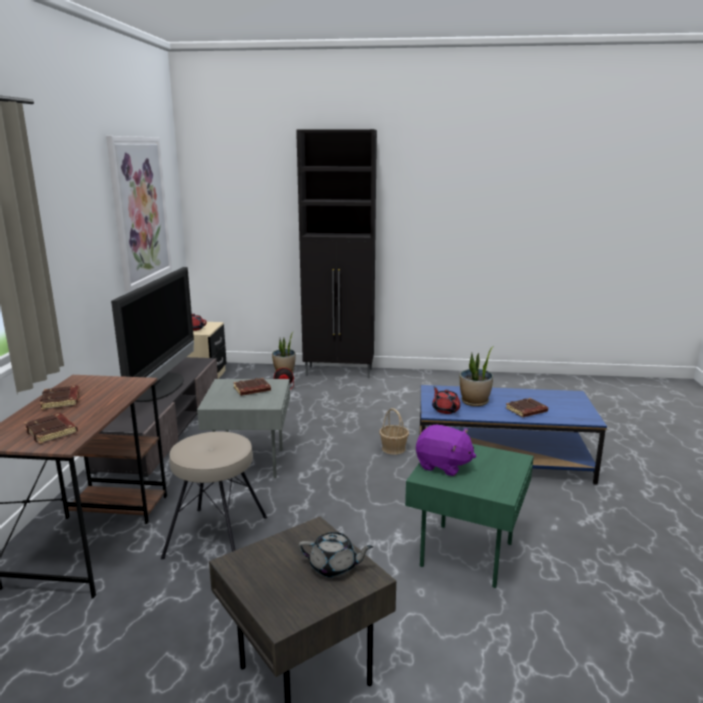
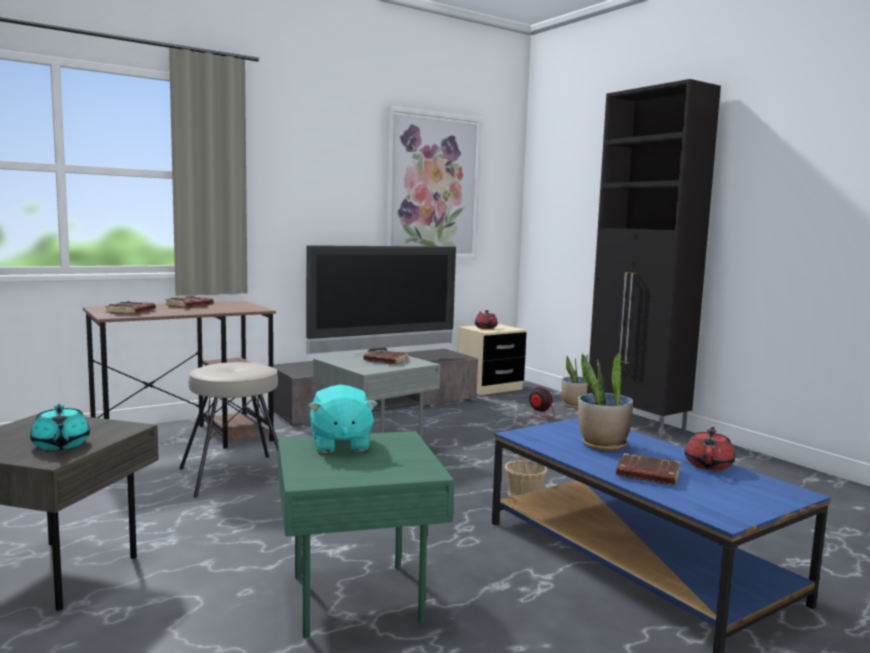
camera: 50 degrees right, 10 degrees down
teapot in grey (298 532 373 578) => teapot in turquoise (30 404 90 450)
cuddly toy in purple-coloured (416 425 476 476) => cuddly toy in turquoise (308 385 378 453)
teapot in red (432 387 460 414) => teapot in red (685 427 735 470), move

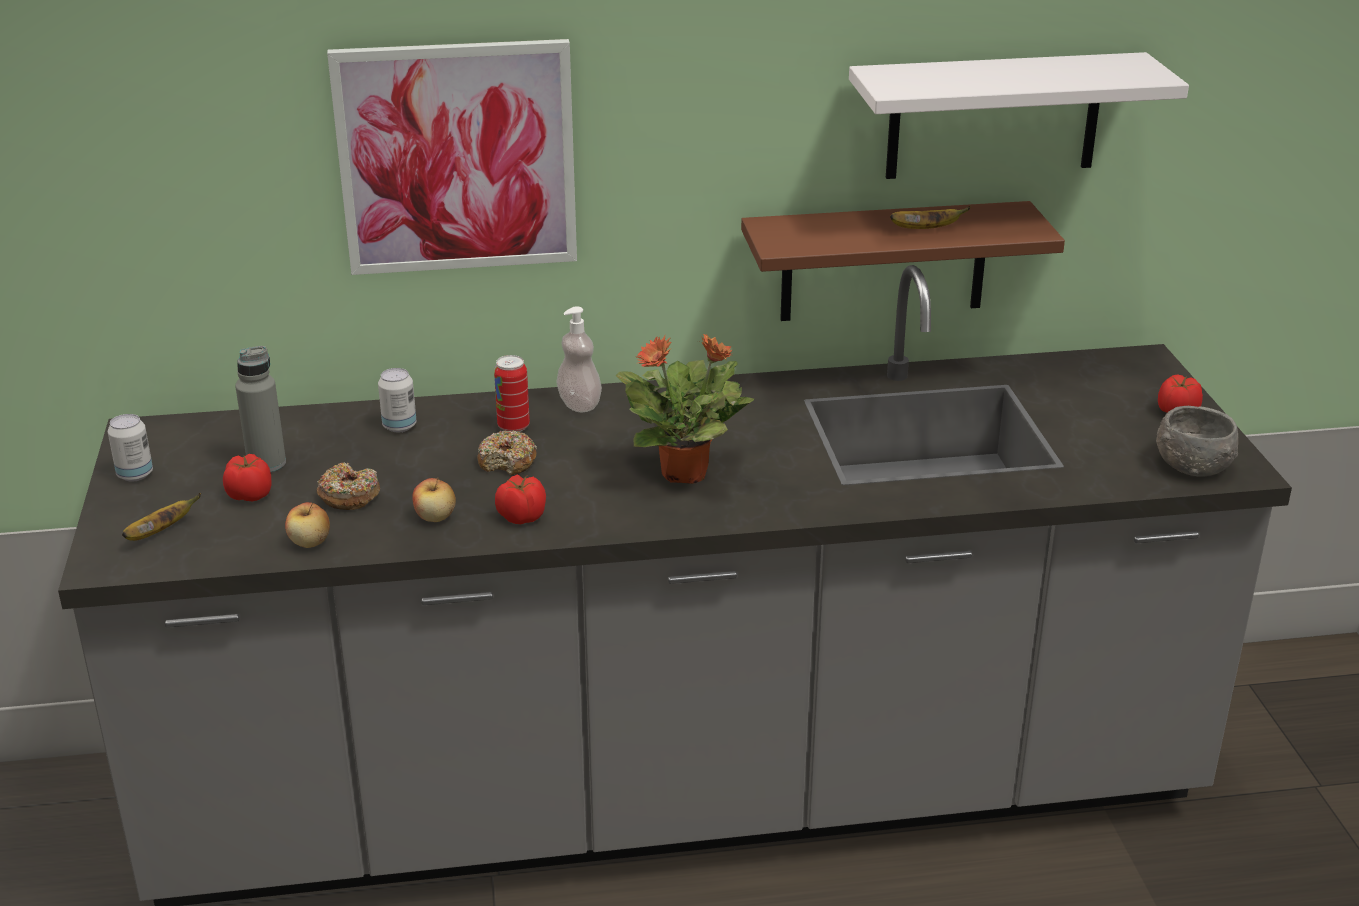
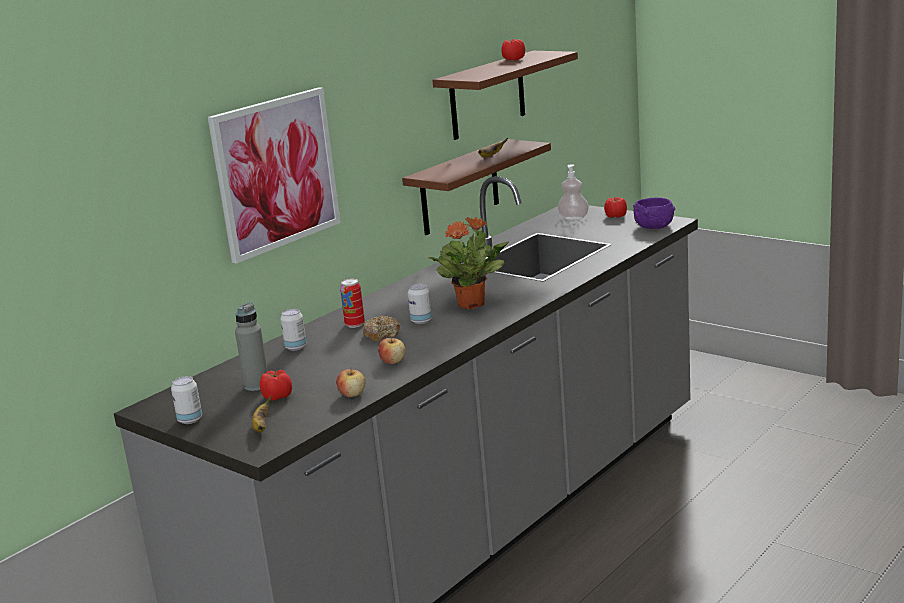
camera: 40 degrees left, 10 degrees down
doughnut (317 463 380 510) => nothing
fresh tomato (495 474 546 524) => fresh tomato (501 39 525 61), move
soap dispenser (556 306 602 412) => soap dispenser (558 164 589 220), move
wall shelf in white (849 52 1189 179) => wall shelf in brownish (432 51 578 140)
deep dish in grey (1156 406 1238 477) => deep dish in purple-coloured (633 197 675 229)
nothing => metal can (408 284 432 324)

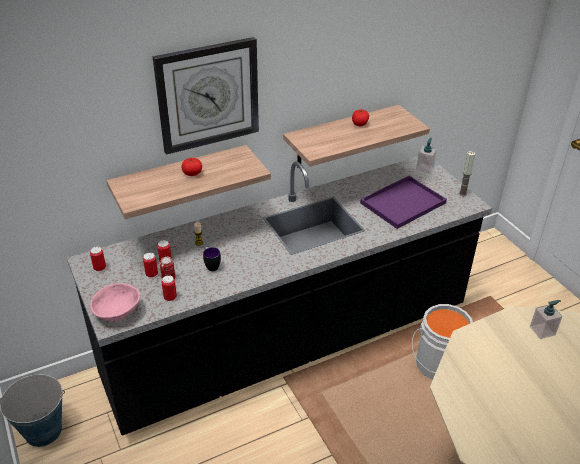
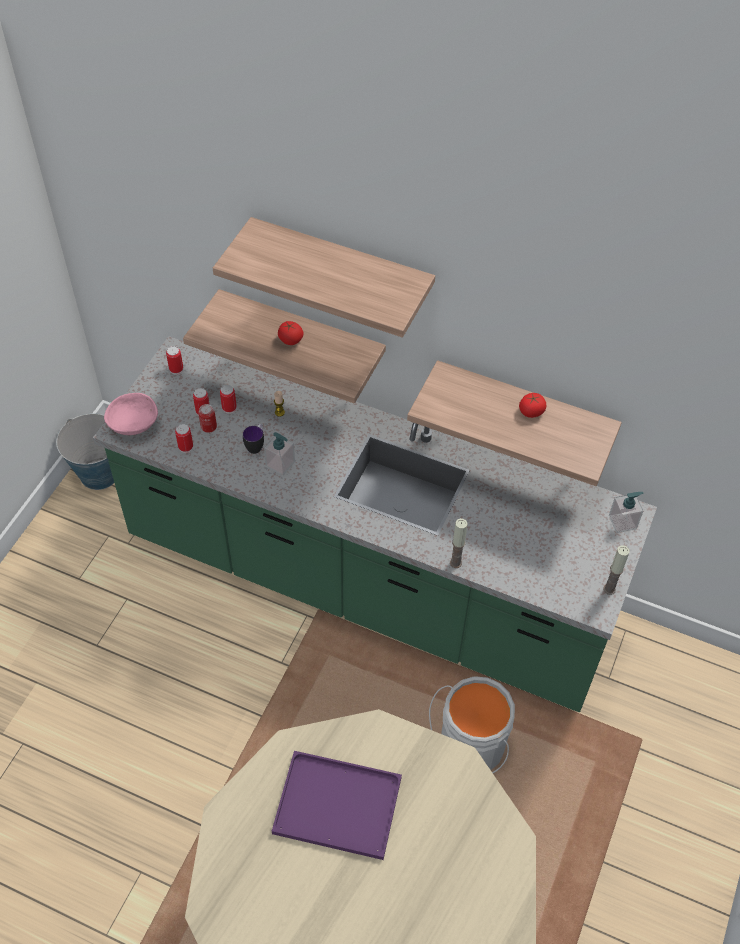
camera: 50 degrees right, 15 degrees up
counter in black (67 157 492 436) => counter in greenish (93 336 657 712)
clock on the wall (152 37 259 155) => wall shelf (213 217 435 338)
tray in purple-coloured (360 176 447 229) => tray in purple-coloured (272 751 402 860), move
soap dispenser (530 300 562 339) => soap dispenser (264 432 295 476), move
nothing => wax light (450 518 467 568)

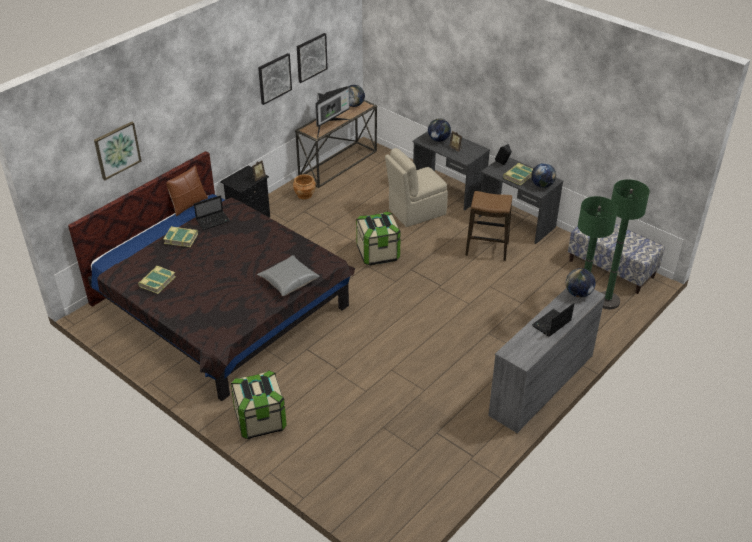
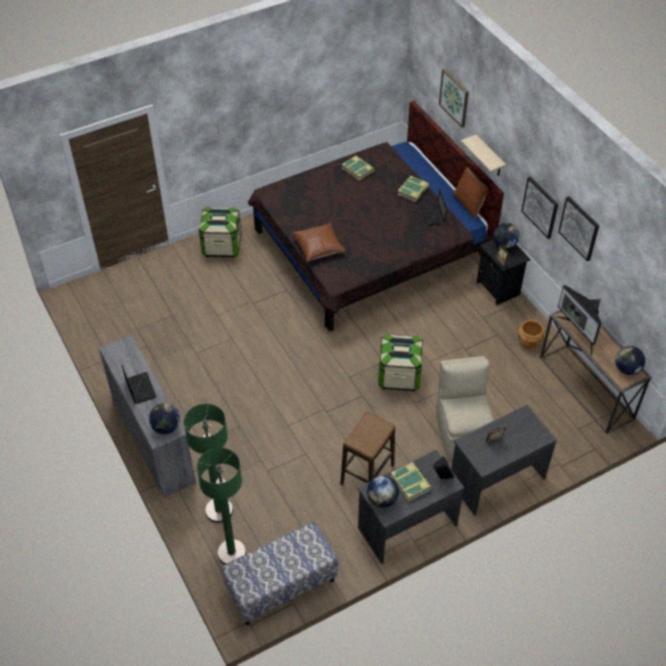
camera: 110 degrees right, 10 degrees up
pillow in grey (257 255 320 296) => pillow in brownish (293 223 346 261)
picture (297 33 328 83) => picture (521 177 558 239), move
world globe (428 118 451 142) => world globe (493 223 519 249), move
nothing => wall shelf in sand-coloured (461 135 506 176)

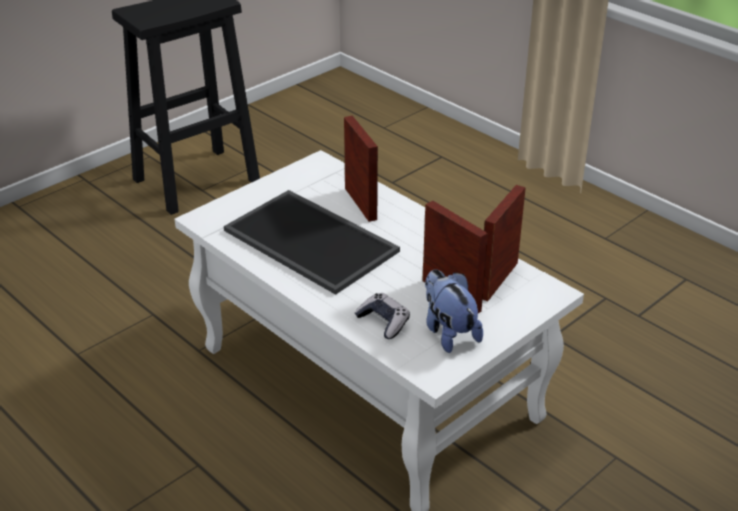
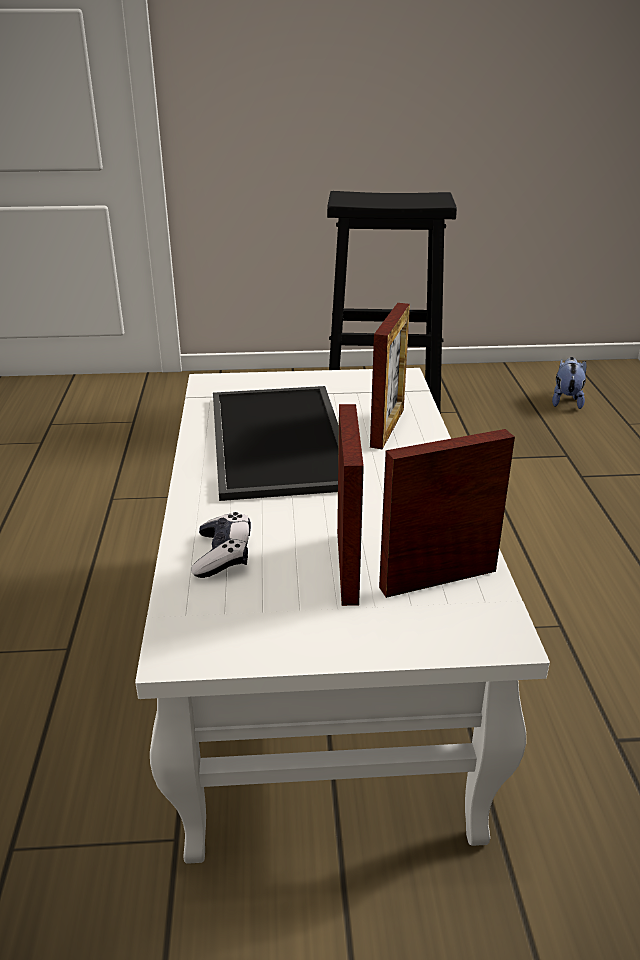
camera: 40 degrees right, 5 degrees down
cuddly toy (425 269 483 353) => cuddly toy (552 357 586 409), move

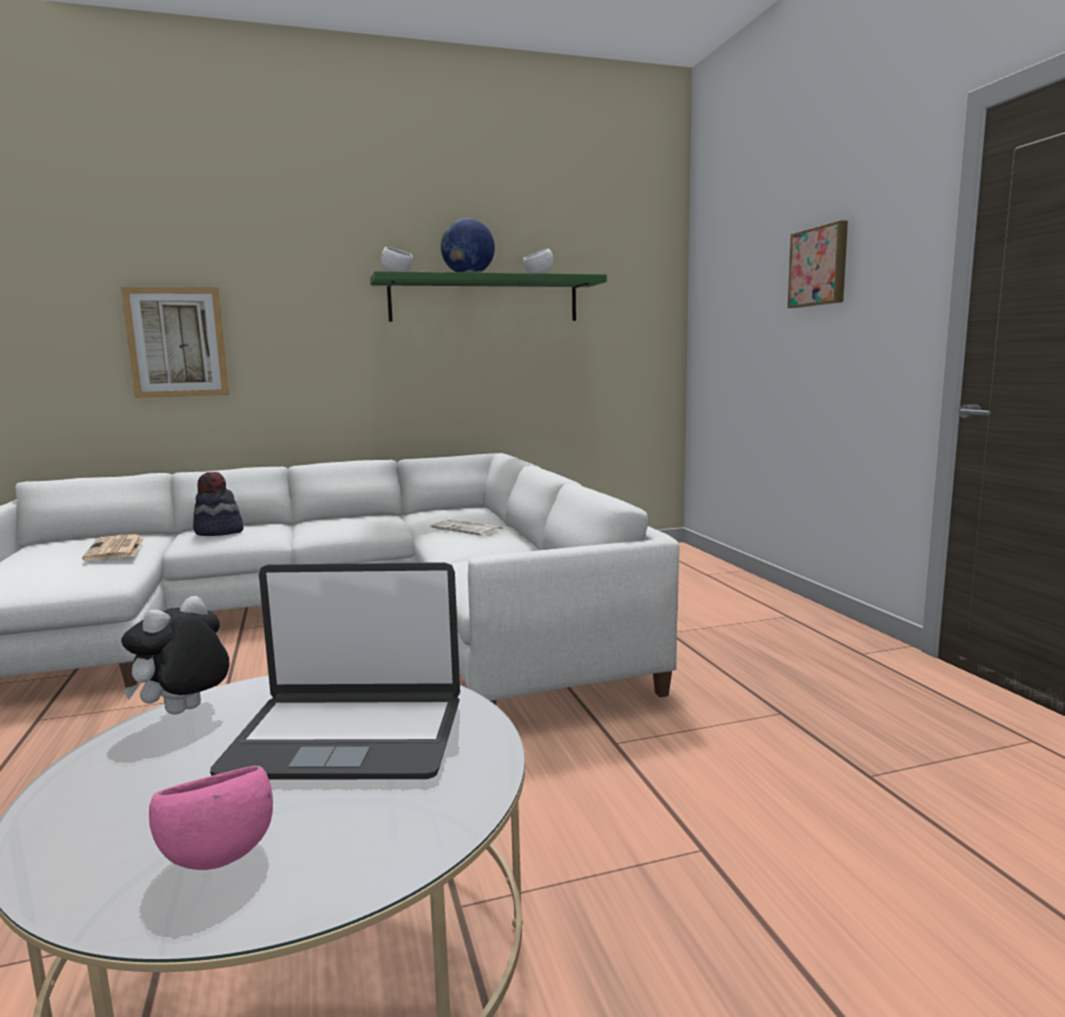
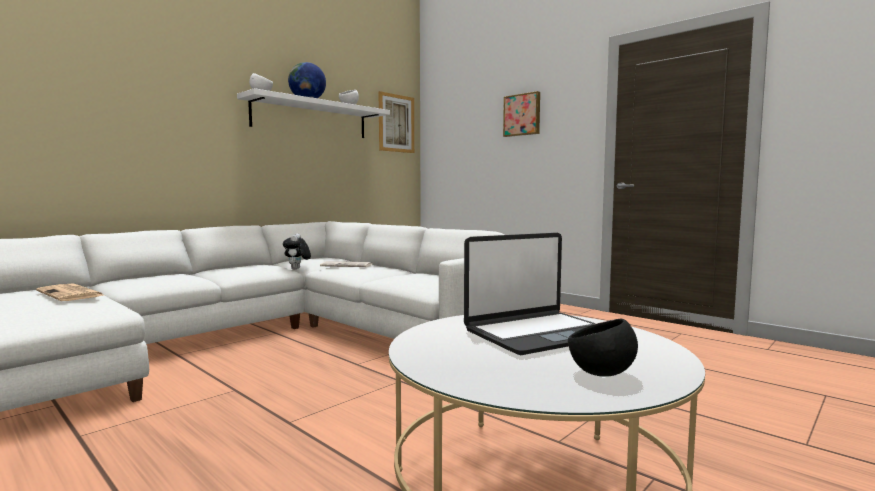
camera: 30 degrees left, 5 degrees down
picture (121 287 229 398) => picture (379 91 414 153), move
cuddly toy (121 596 230 715) => cuddly toy (283 234 311 270), move
deep dish in pinkish (149 766 273 870) => deep dish in black (568 319 638 377)
hat (193 472 244 536) => nothing
wall shelf in greenish (370 271 607 322) => wall shelf in white (237 88 390 138)

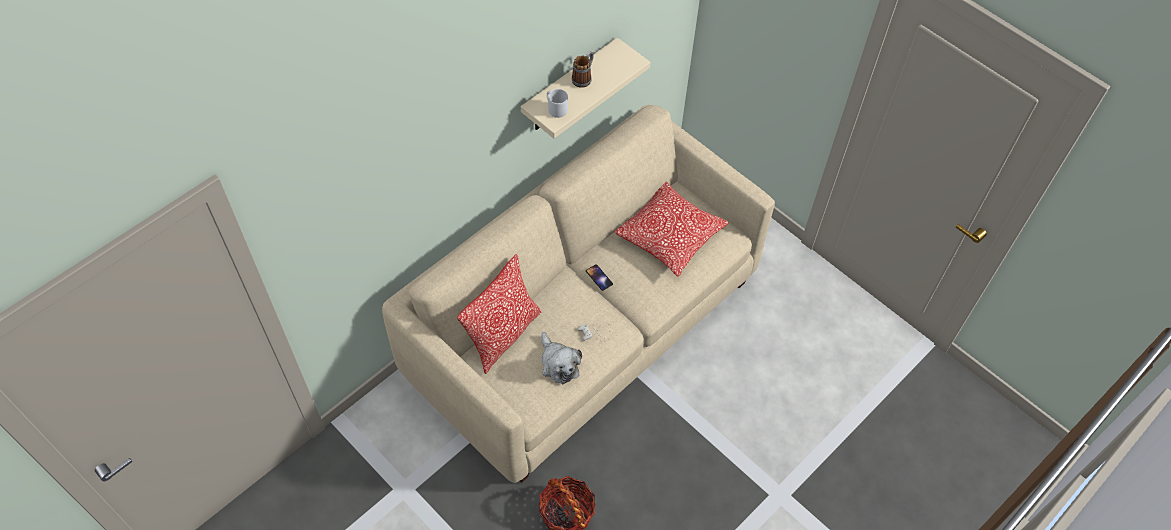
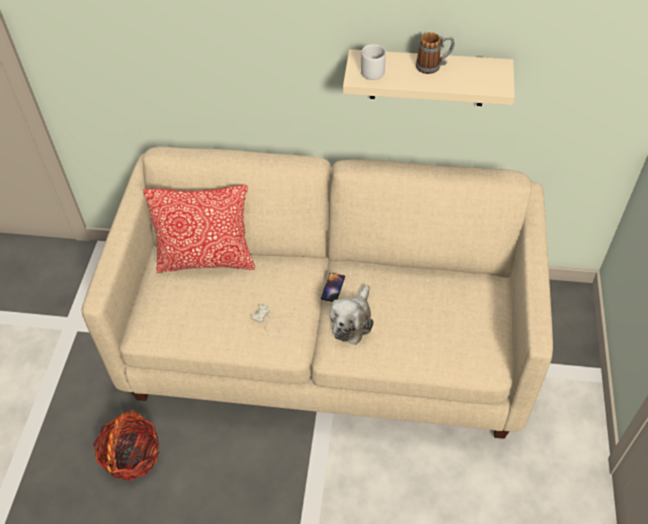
camera: 55 degrees right, 5 degrees down
cuddly toy (541 332 582 384) => cuddly toy (330 285 374 345), move
pillow (614 181 728 277) => nothing

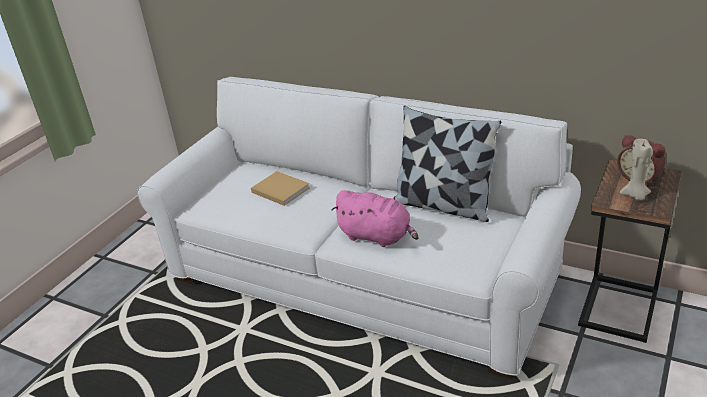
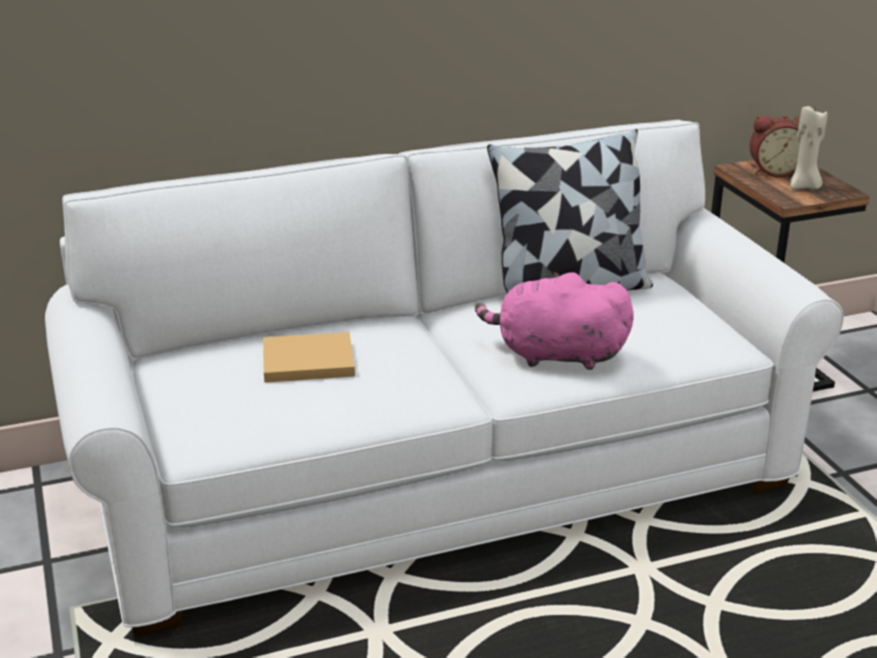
camera: 50 degrees left, 5 degrees down
cuddly toy in pinkish (332 190 419 247) => cuddly toy in pinkish (475 272 634 370), 150 degrees counterclockwise

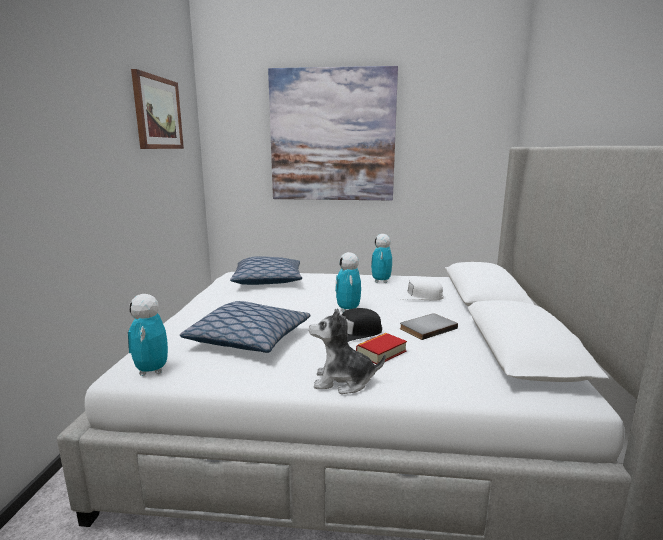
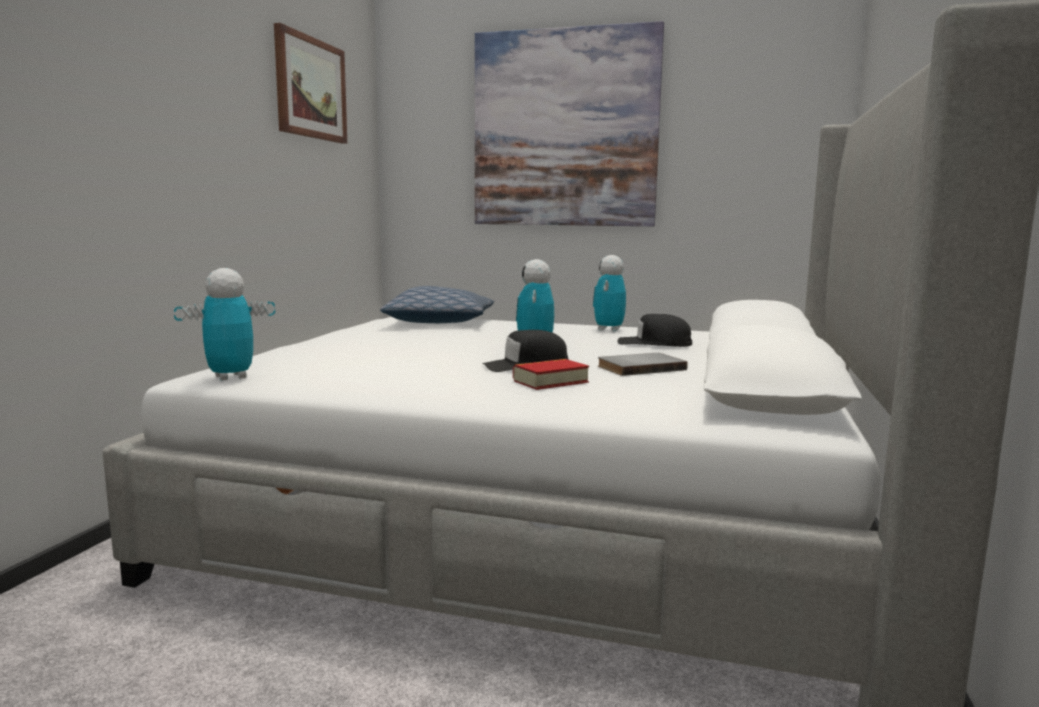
camera: 10 degrees right, 5 degrees down
model robot (128 294 168 376) => model robot (174 268 275 381), 60 degrees clockwise
pillow (180 301 311 353) => nothing
cuddly toy (309 308 386 394) => nothing
peaked cap in white (395 277 444 300) => peaked cap in black (617 314 692 347)

